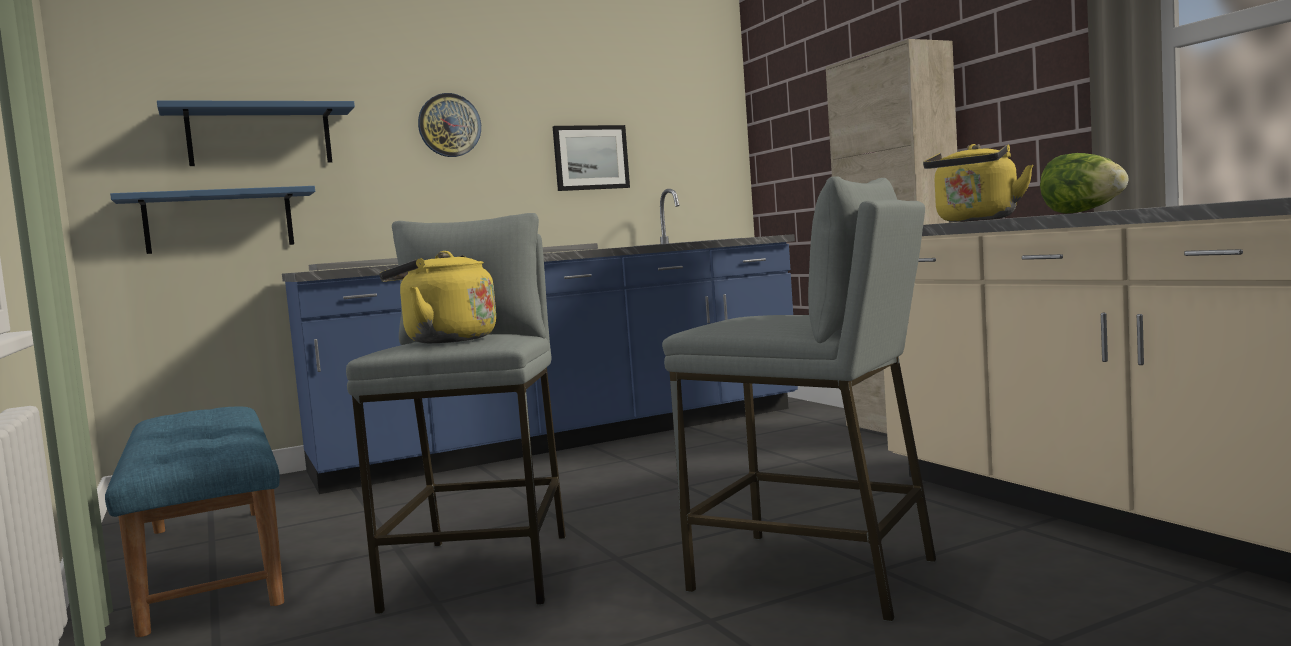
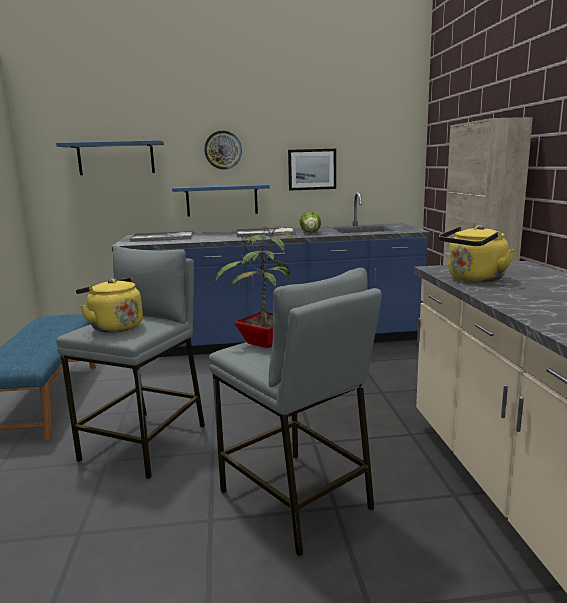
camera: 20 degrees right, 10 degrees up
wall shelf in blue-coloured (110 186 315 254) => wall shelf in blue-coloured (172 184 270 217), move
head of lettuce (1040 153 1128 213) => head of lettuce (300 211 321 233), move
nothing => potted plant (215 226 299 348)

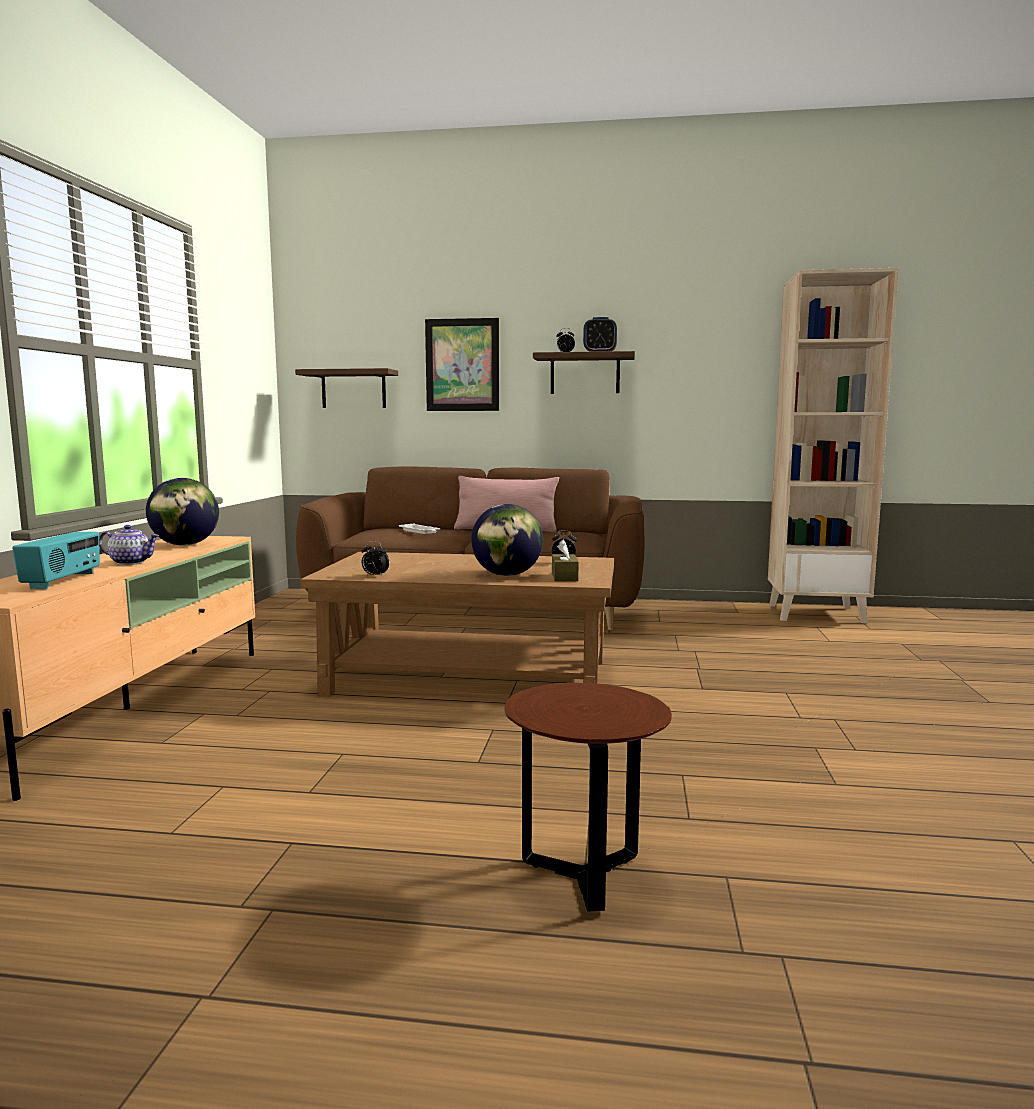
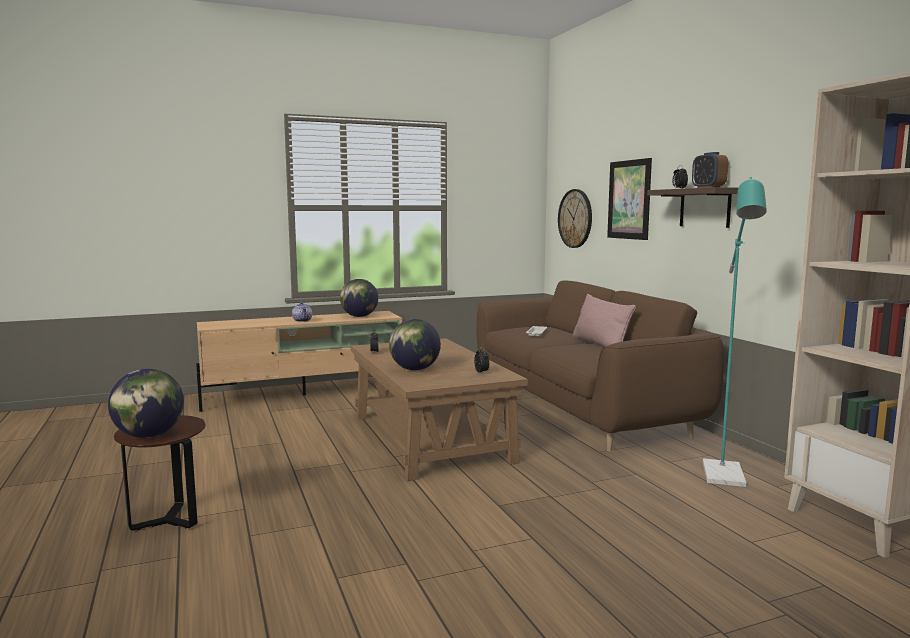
camera: 60 degrees right, 0 degrees up
radio (12 532 100 589) => nothing
wall shelf (295 368 398 408) => clock on the wall (558 189 592 248)
box of tissues in brownish (552 539 579 581) => nothing
nothing => world globe (108 369 184 438)
nothing => standing lamp in turquoise (703 177 767 487)

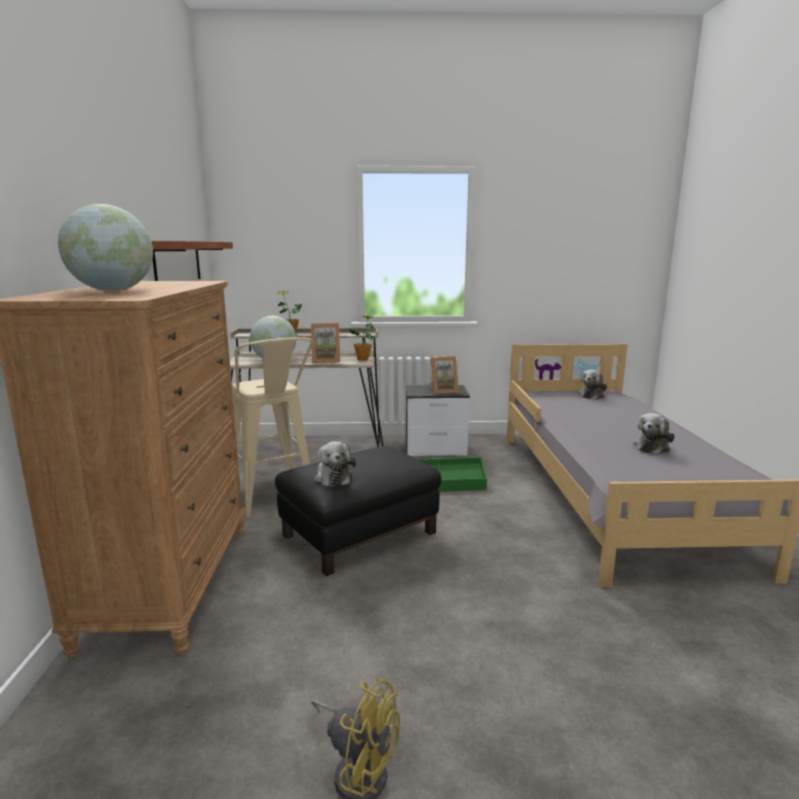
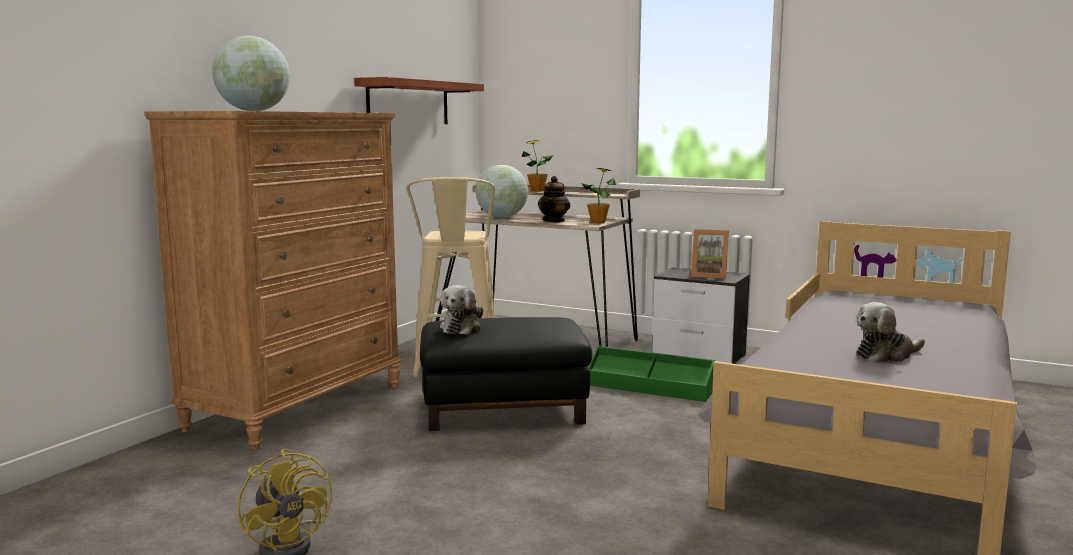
camera: 30 degrees right, 5 degrees down
picture frame (311 323 340 363) => teapot (538 176 570 222)
cuddly toy (578 369 607 399) => nothing

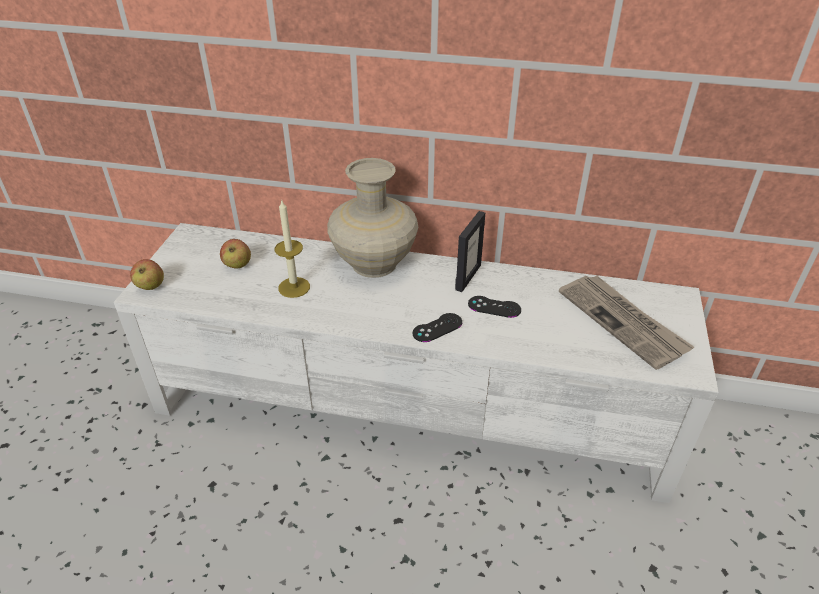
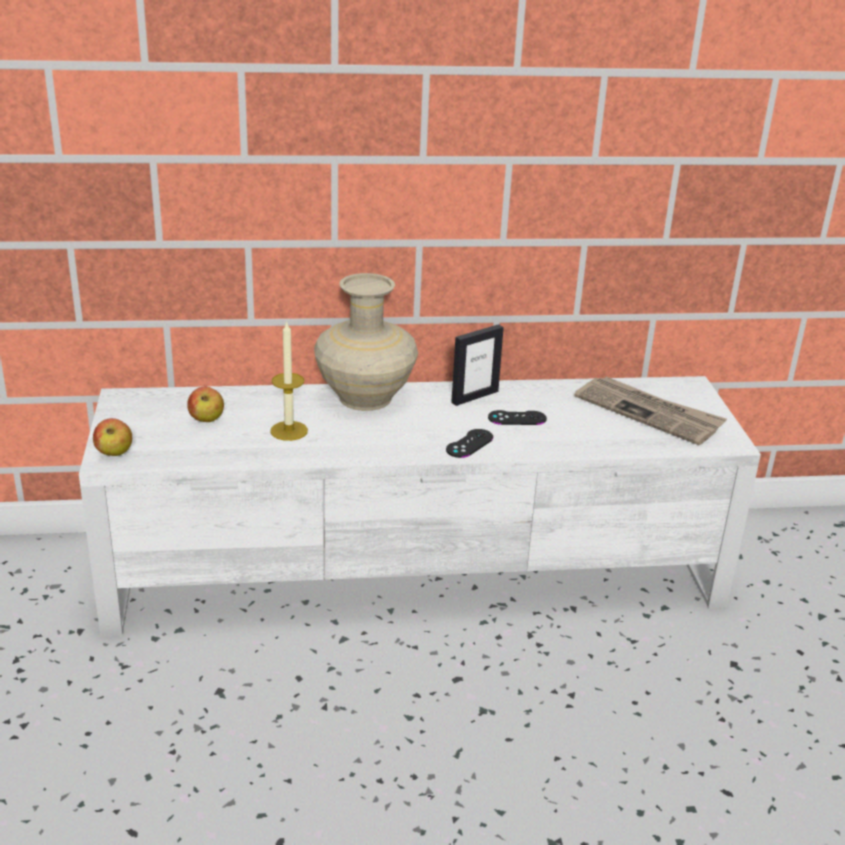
camera: 20 degrees left, 10 degrees down
picture frame (455 211 485 292) => picture frame (451 324 504 406), 45 degrees clockwise

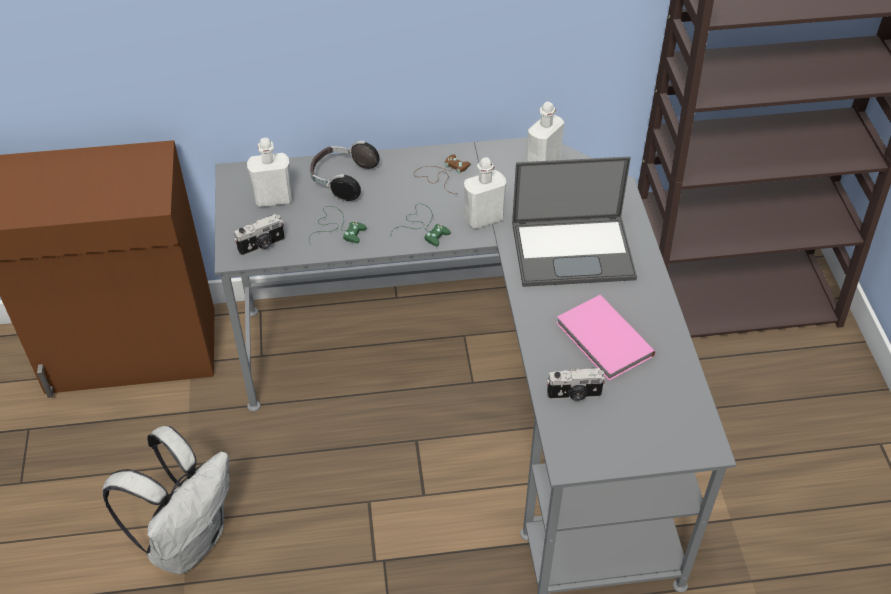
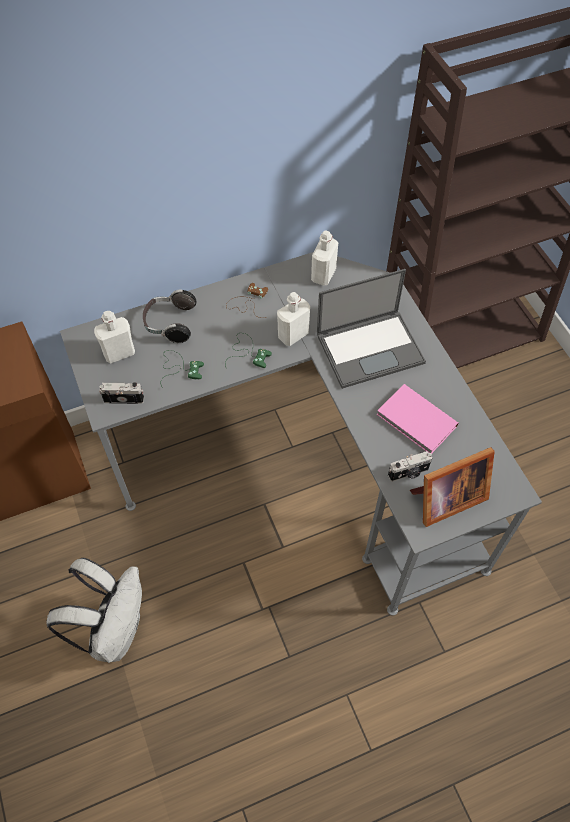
camera: 15 degrees left, 10 degrees up
still camera (234 214 285 256) => still camera (99 382 144 404), 135 degrees counterclockwise
nothing => picture frame (410 447 495 527)

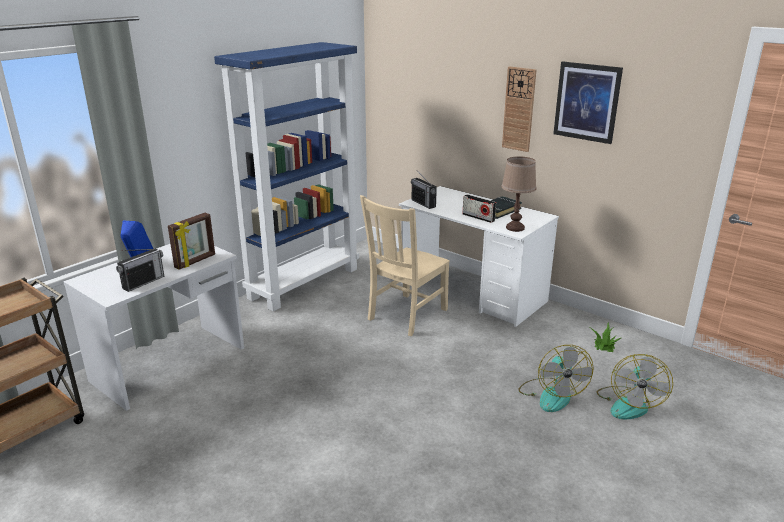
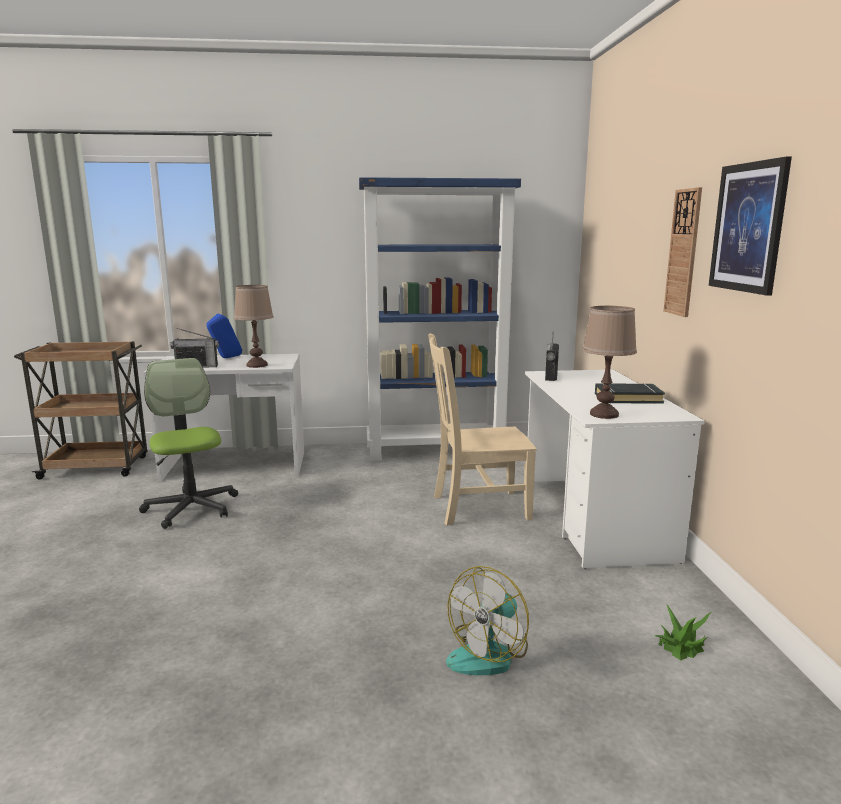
camera: 45 degrees right, 10 degrees down
picture frame (168 213 215 270) => table lamp in brownish (234 285 273 368)
radio (463 194 496 223) => nothing
electric fan (596 354 673 420) => nothing
nothing => desk chair (139 358 238 529)

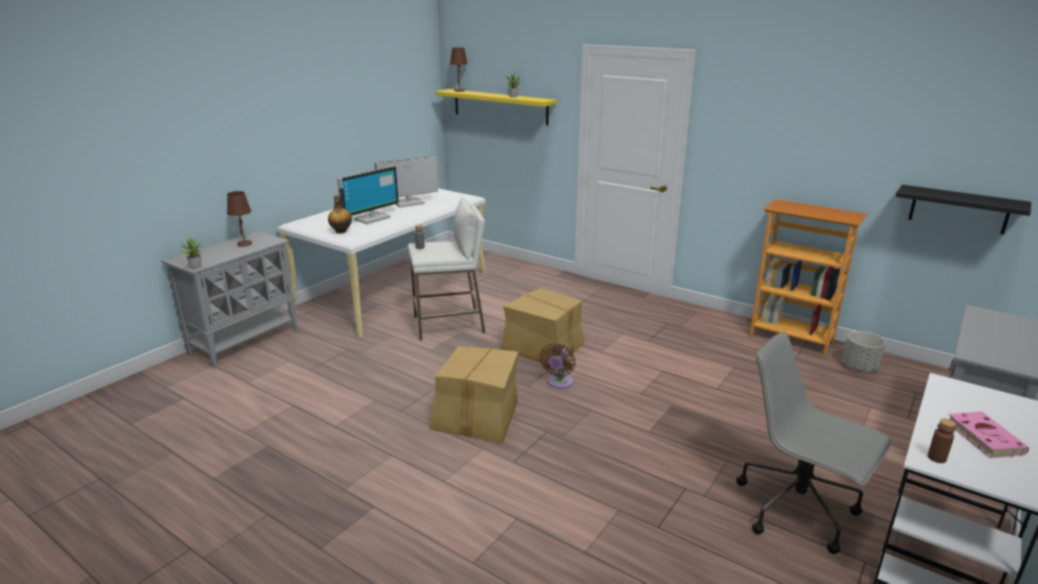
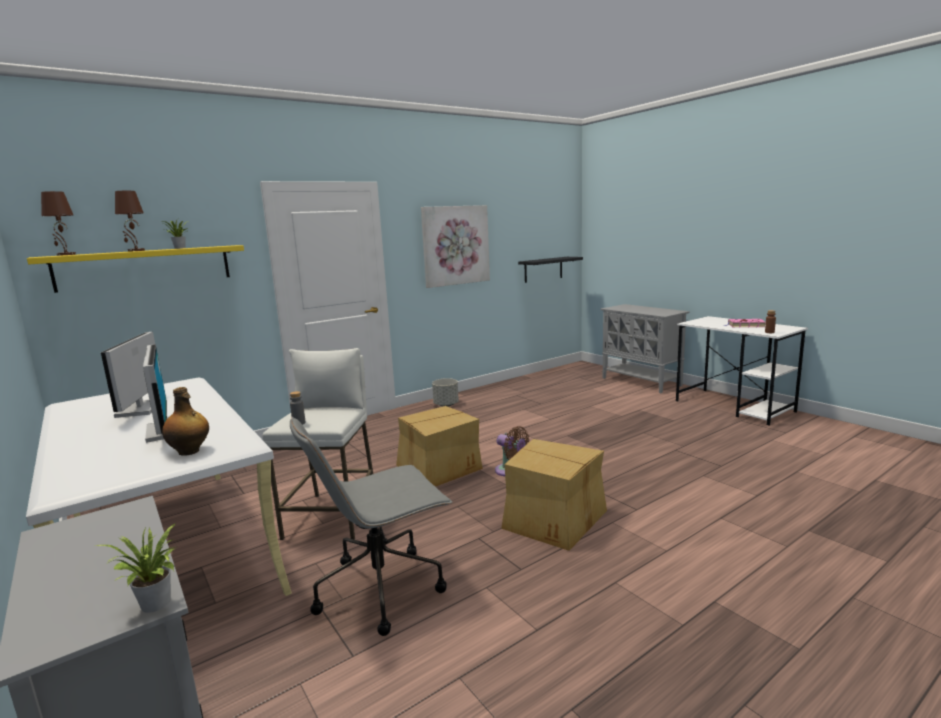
camera: 70 degrees left, 10 degrees down
table lamp in brownish (227 191 252 247) => table lamp in brownish (115 191 145 252), move
desk chair in grey (736 332 893 554) => desk chair in grey (290 417 452 636), move
shelving unit (749 199 867 357) => nothing
planter in grey (842 331 886 371) => planter in grey (432 378 459 407), move
nothing => picture (421 205 490 288)

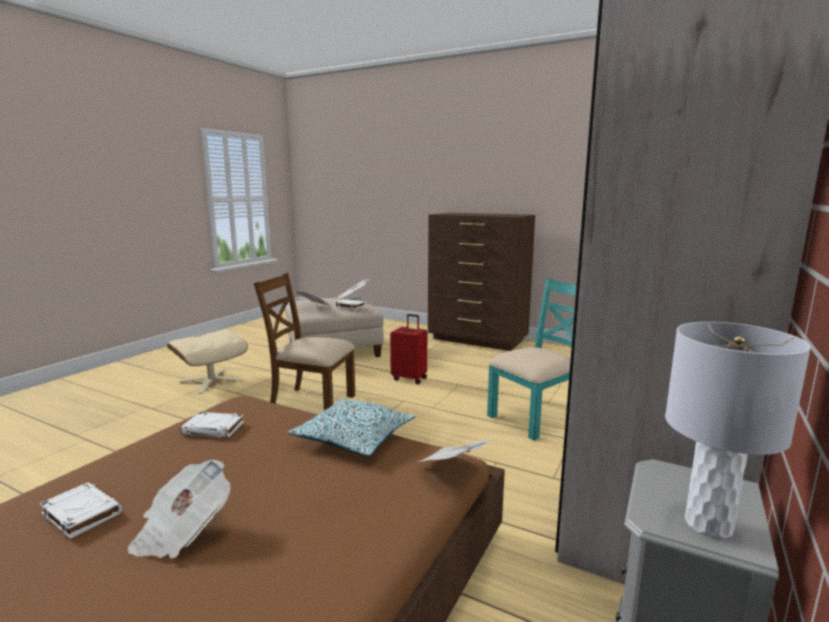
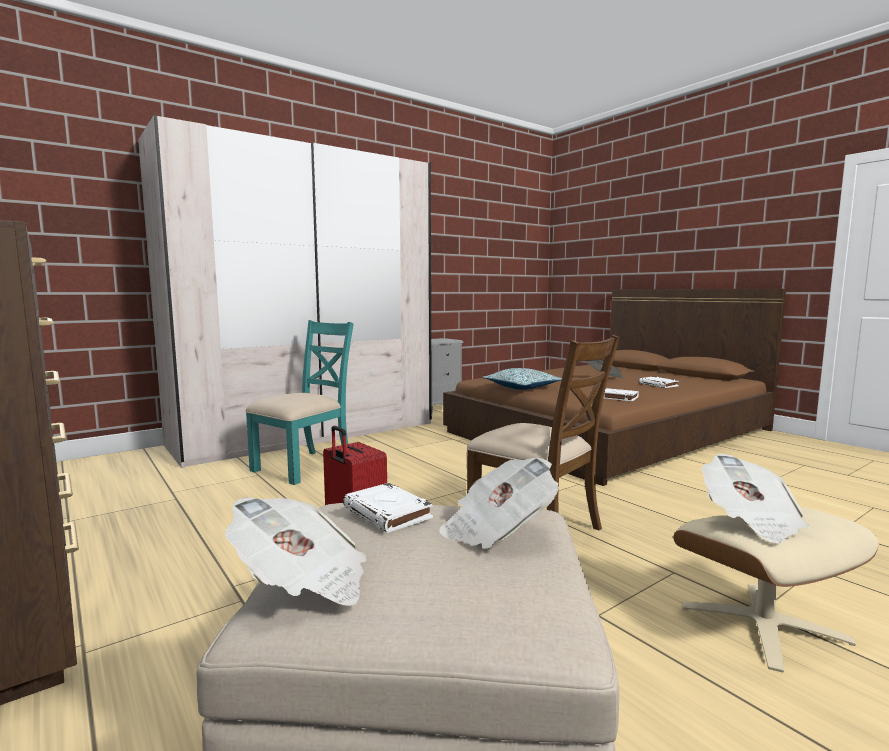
camera: 155 degrees left, 5 degrees down
daily paper (417 439 491 462) => daily paper (701 454 809 544), move
chair in turquoise (487 278 577 441) => chair in turquoise (245 320 354 485), 135 degrees clockwise
table lamp in grey (665 322 811 539) => nothing

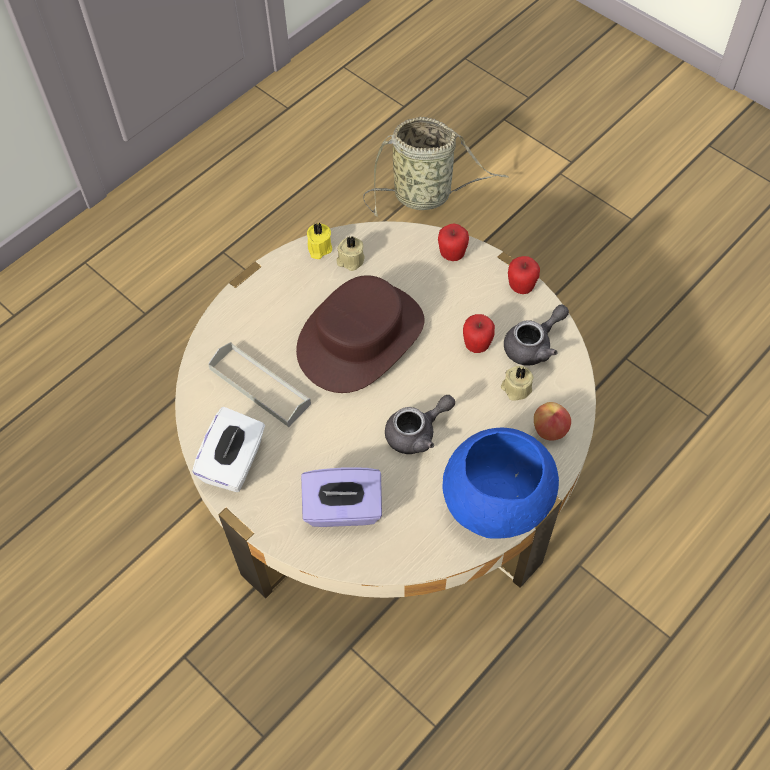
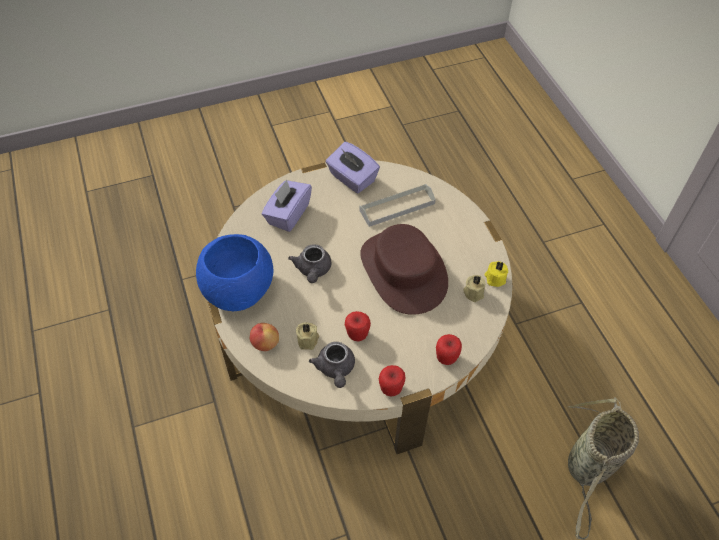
camera: 115 degrees right, 5 degrees down
box of tissues in white (192 407 265 492) => box of tissues in purple-coloured (326 142 380 193)

